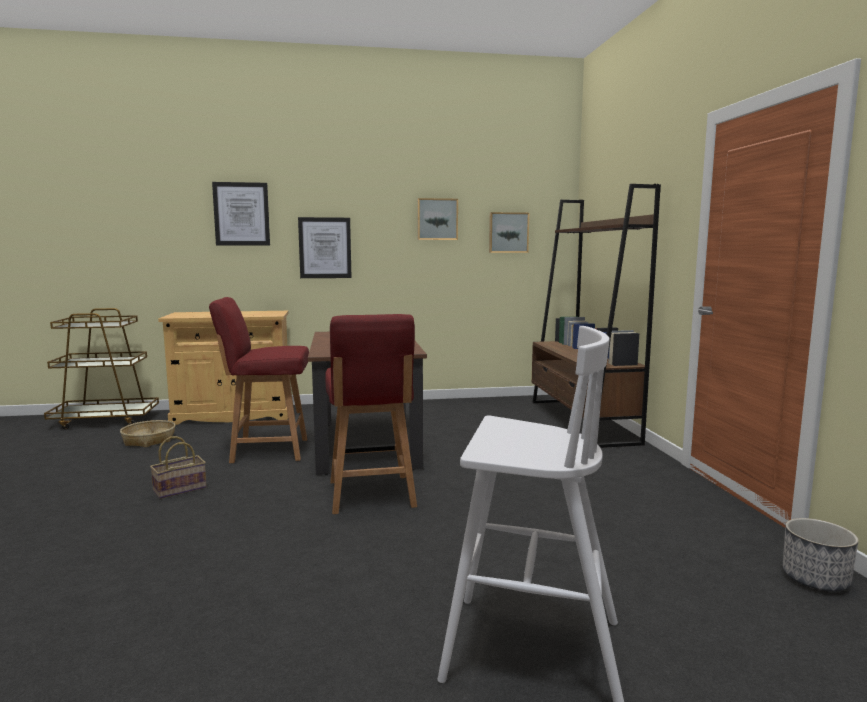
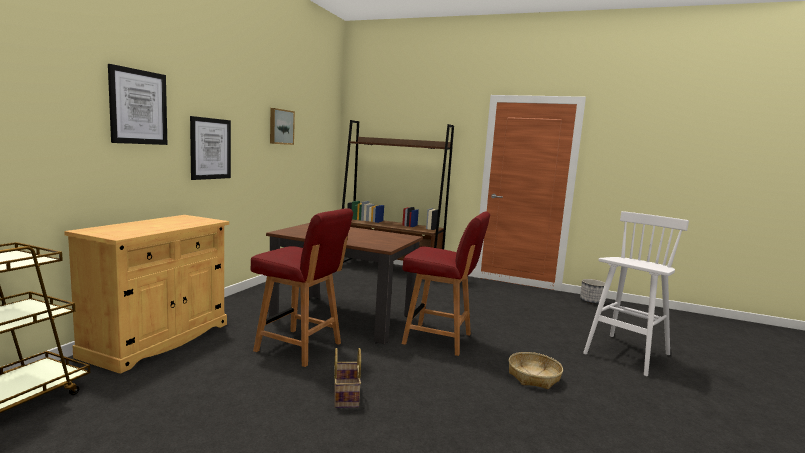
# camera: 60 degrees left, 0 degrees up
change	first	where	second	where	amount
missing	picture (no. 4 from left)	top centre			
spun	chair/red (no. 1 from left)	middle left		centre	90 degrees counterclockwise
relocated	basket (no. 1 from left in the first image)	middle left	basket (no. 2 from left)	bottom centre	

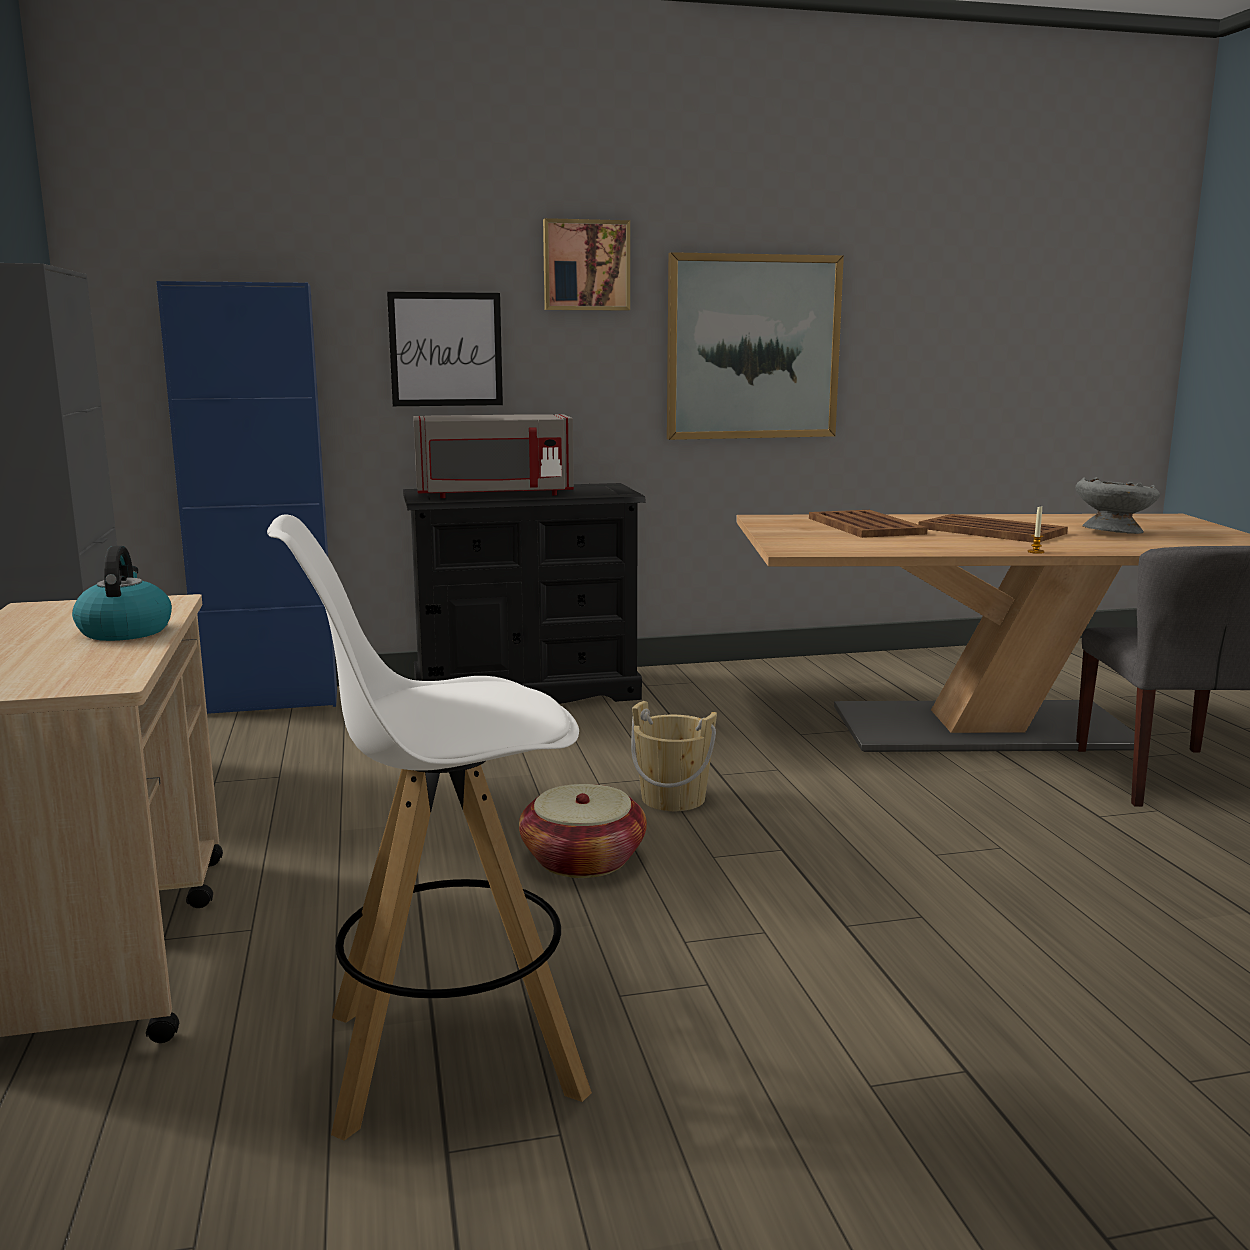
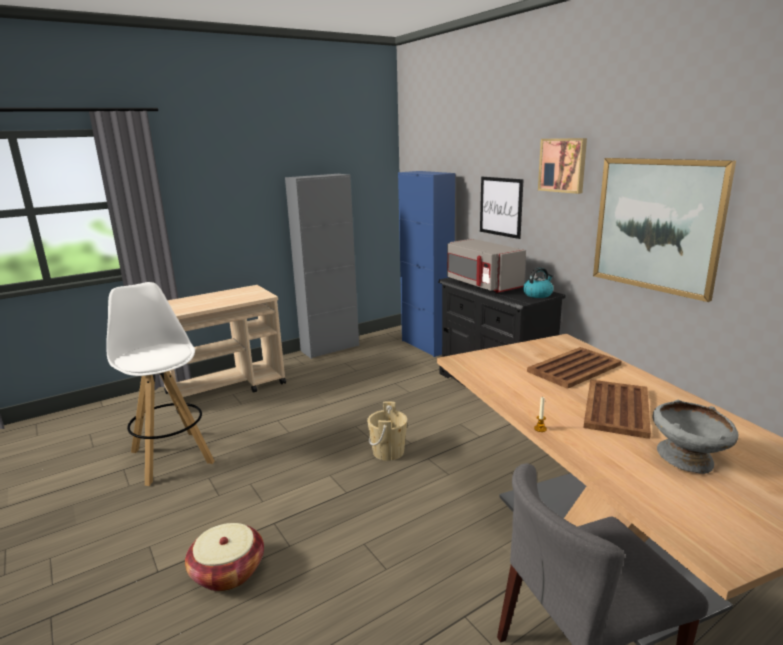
# camera: 70 degrees right, 5 degrees up
change	first	where	second	where	amount
relocated	kettle	middle left		middle right	
relocated	basket	centre		bottom left	

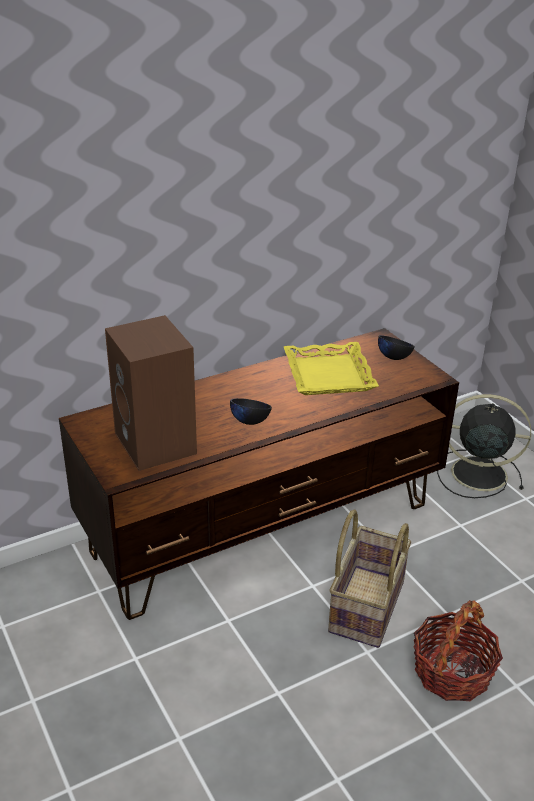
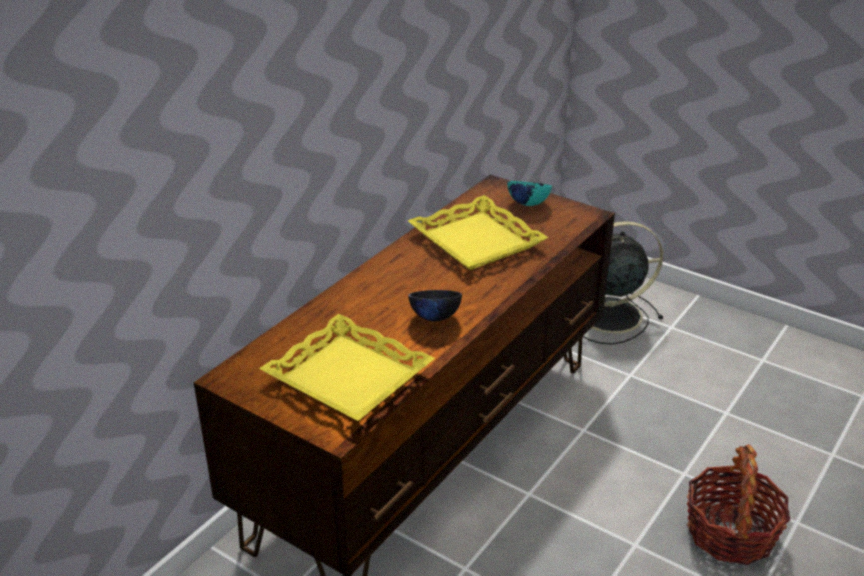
# camera: 25 degrees left, 0 degrees up
change	first	where	second	where	amount
exchanged	speaker/brown	middle left	tray/yellow (no. 1 from left)	centre	
colour	bowl/black (no. 2 from left)	middle right	bowl/turquoise	centre	
missing	basket (no. 1 from left)	bottom right			

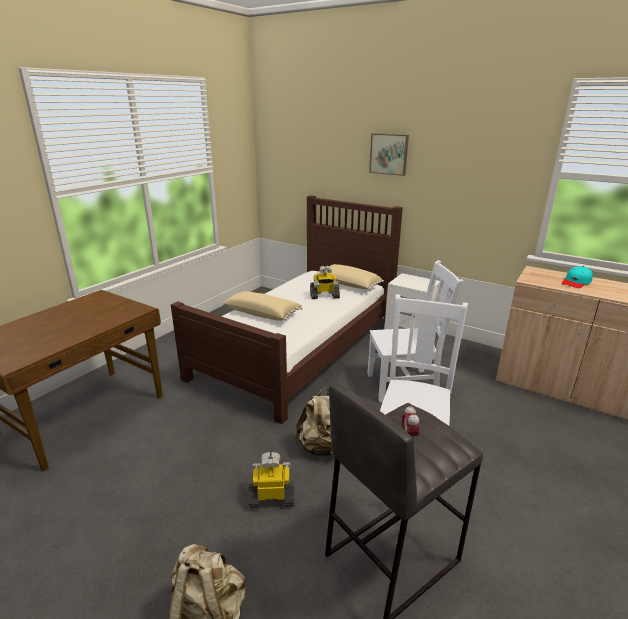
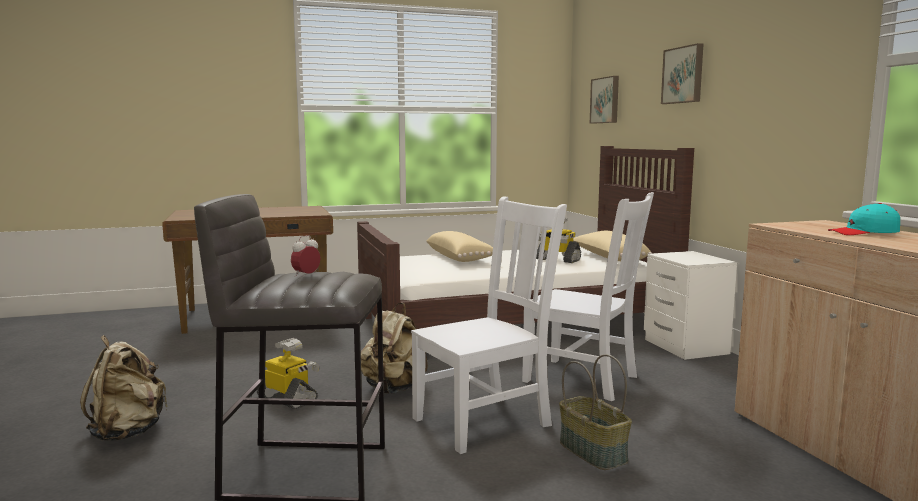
# camera: 40 degrees right, 15 degrees down
change	first	where	second	where	amount
appeared			picture (no. 1 from left)	top centre	
appeared			basket	bottom centre	

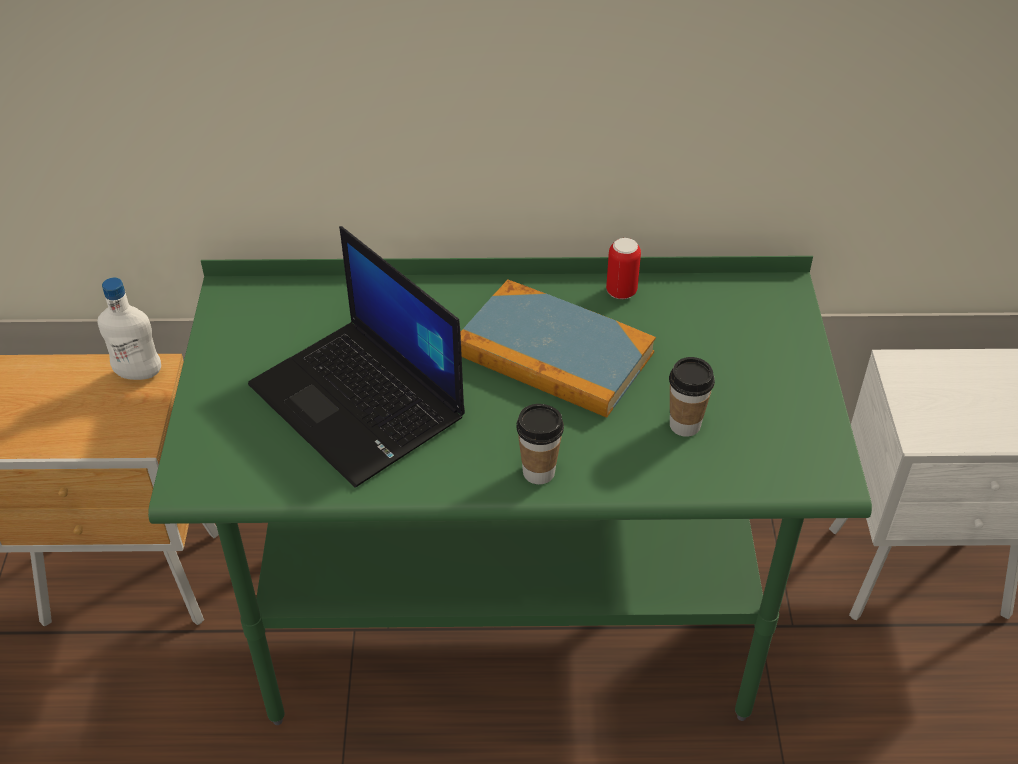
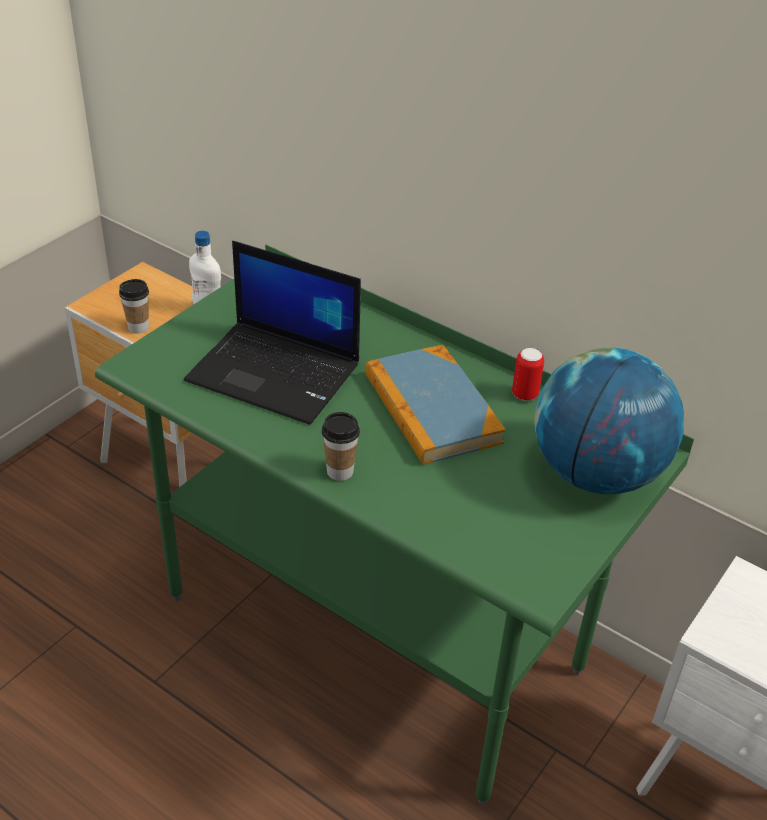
# camera: 35 degrees right, 5 degrees down
change	first	where	second	where	amount
spun	laptop	centre		centre	60 degrees counterclockwise
relocated	cup (no. 2 from left in the first image)	middle right	cup (no. 1 from left)	middle left	
appeared			globe	middle right	

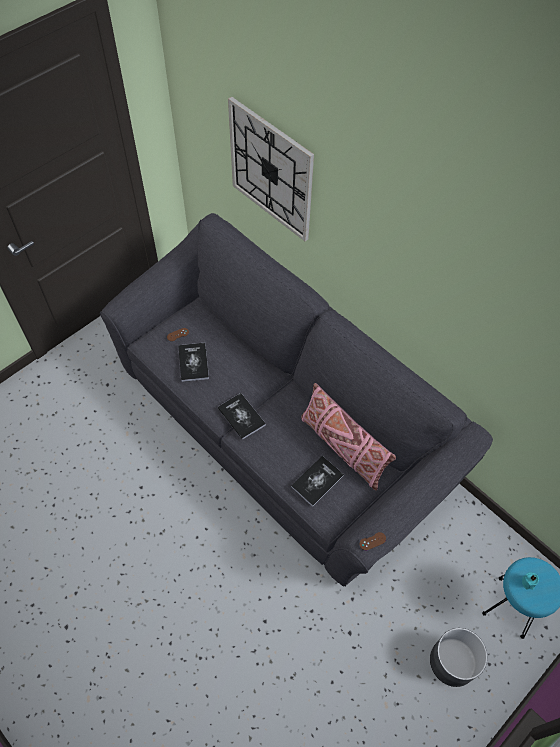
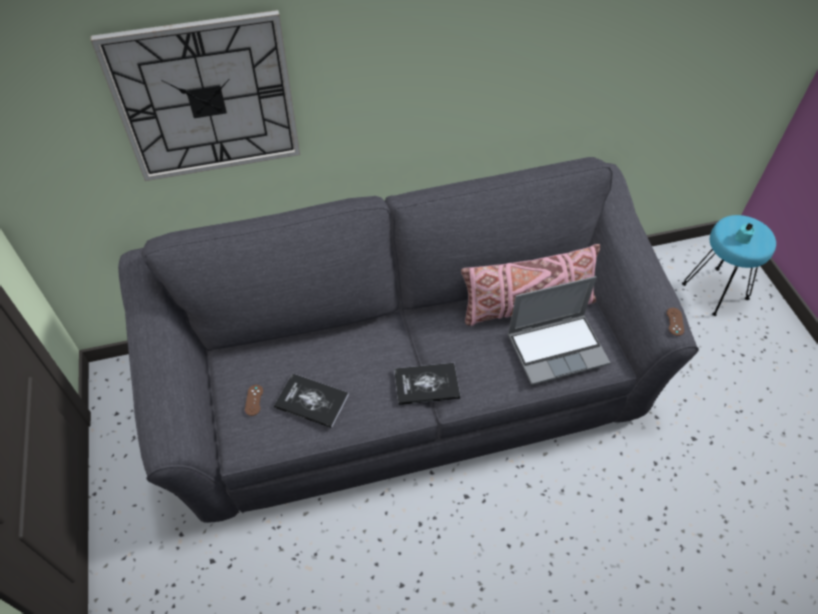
# camera: 60 degrees left, 5 degrees down
change	first	where	second	where	amount
exchanged	book (no. 3 from left)	centre	laptop	middle right	
missing	planter/grey	bottom right			

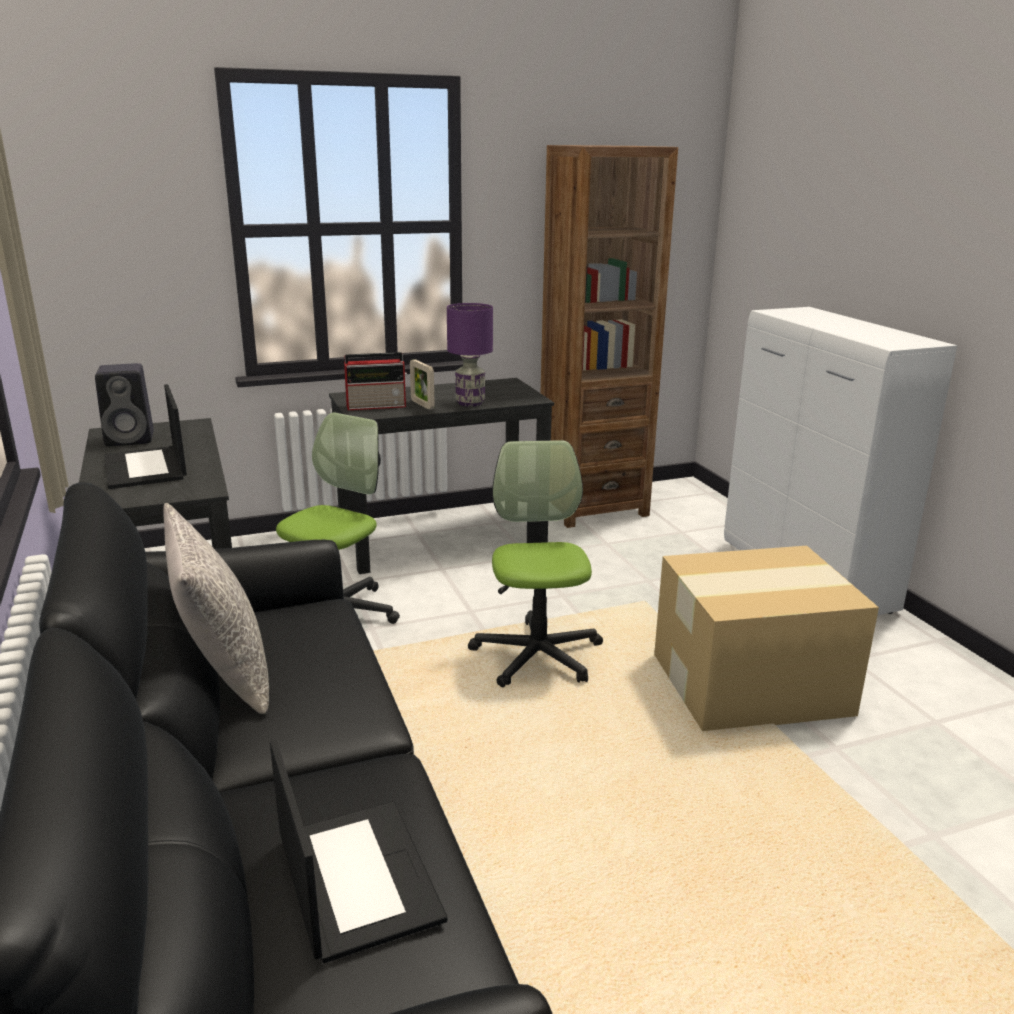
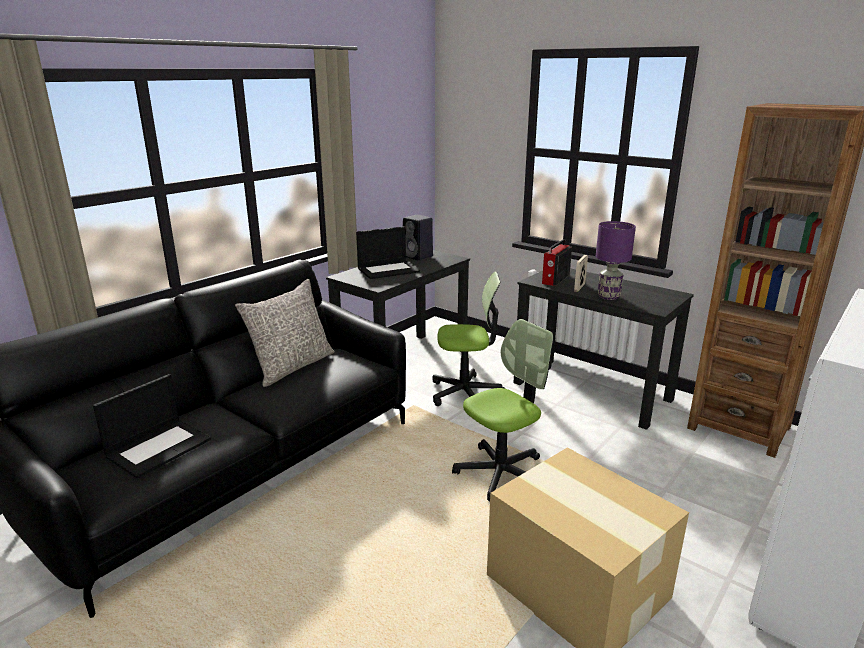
# camera: 60 degrees right, 0 degrees up
change	first	where	second	where	amount
spun	radio	centre		centre	75 degrees clockwise
spun	laptop (no. 1 from left in the first image)	middle left	laptop (no. 2 from left)	centre	150 degrees counterclockwise

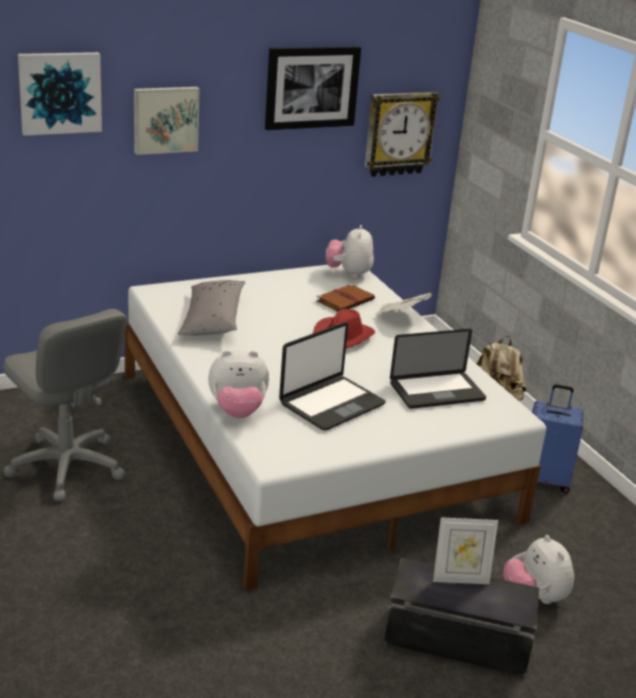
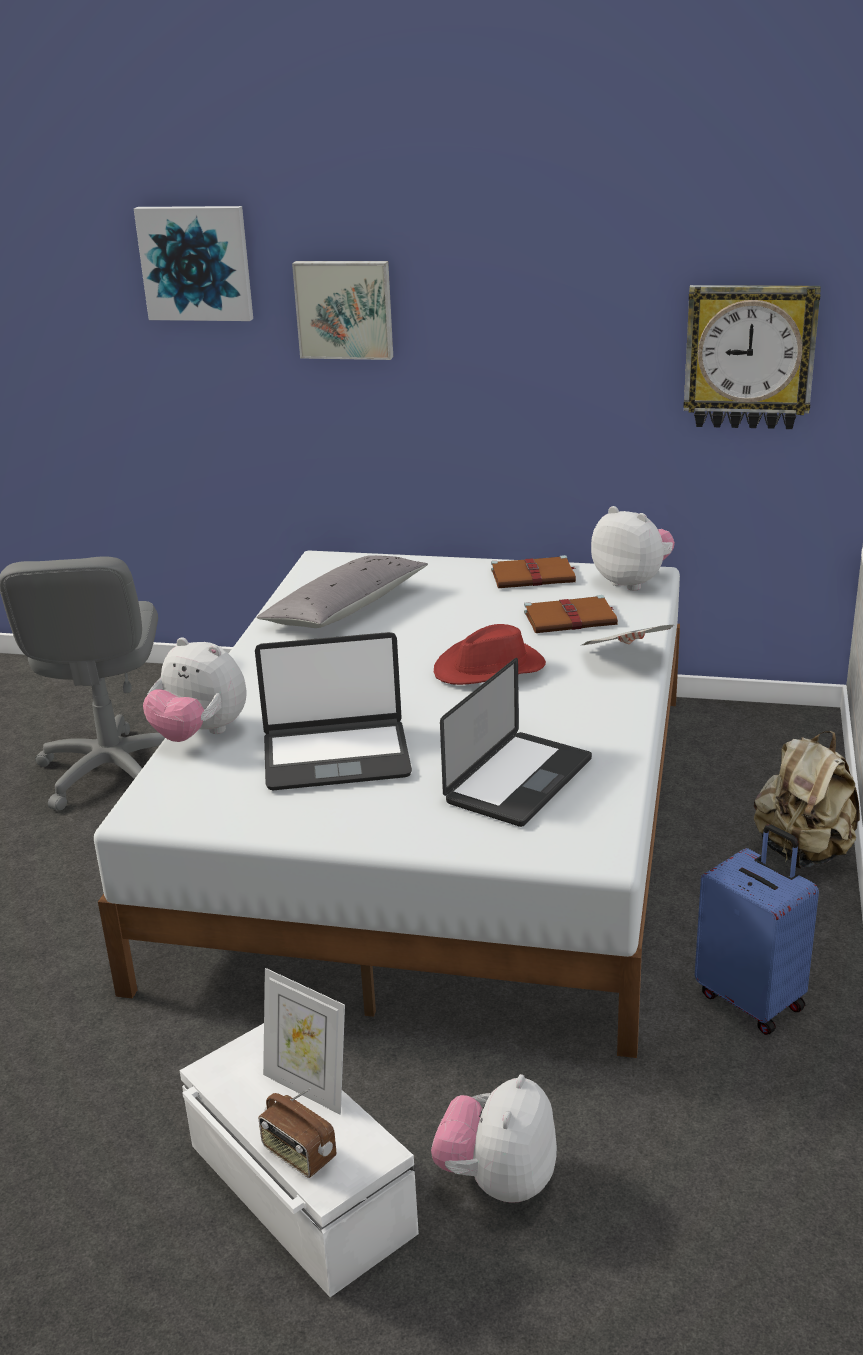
# camera: 40 degrees right, 0 degrees up
change	first	where	second	where	amount
missing	picture (no. 3 from left)	top centre			
spun	plush toy (no. 2 from left in the first image)	centre	plush toy (no. 3 from left)	middle right	90 degrees clockwise
spun	laptop (no. 2 from left)	middle right		centre	75 degrees counterclockwise
colour	storage box/black	bottom right	storage box/white	bottom centre	
appeared			book/brown (no. 1 from left)	centre	
appeared			radio	bottom centre	

